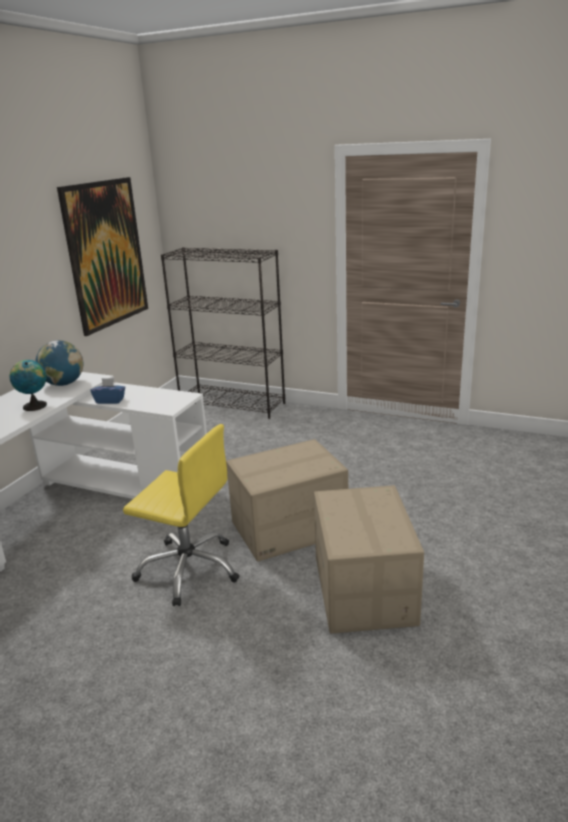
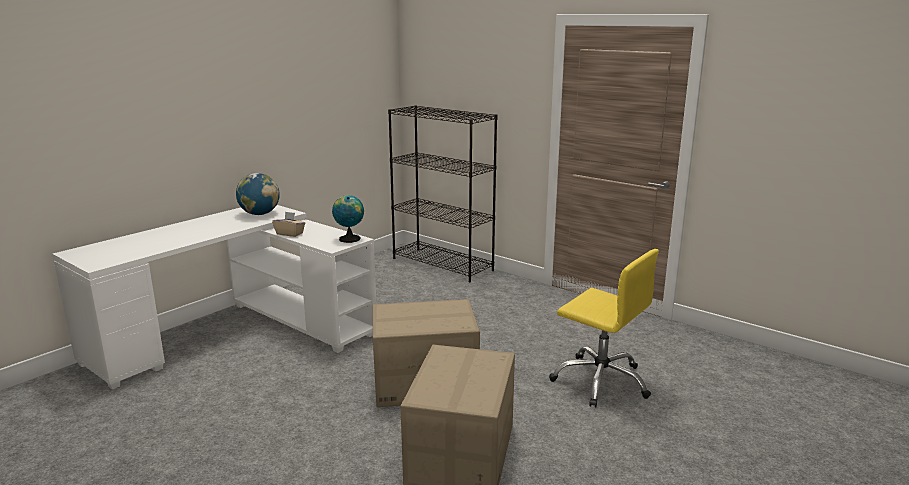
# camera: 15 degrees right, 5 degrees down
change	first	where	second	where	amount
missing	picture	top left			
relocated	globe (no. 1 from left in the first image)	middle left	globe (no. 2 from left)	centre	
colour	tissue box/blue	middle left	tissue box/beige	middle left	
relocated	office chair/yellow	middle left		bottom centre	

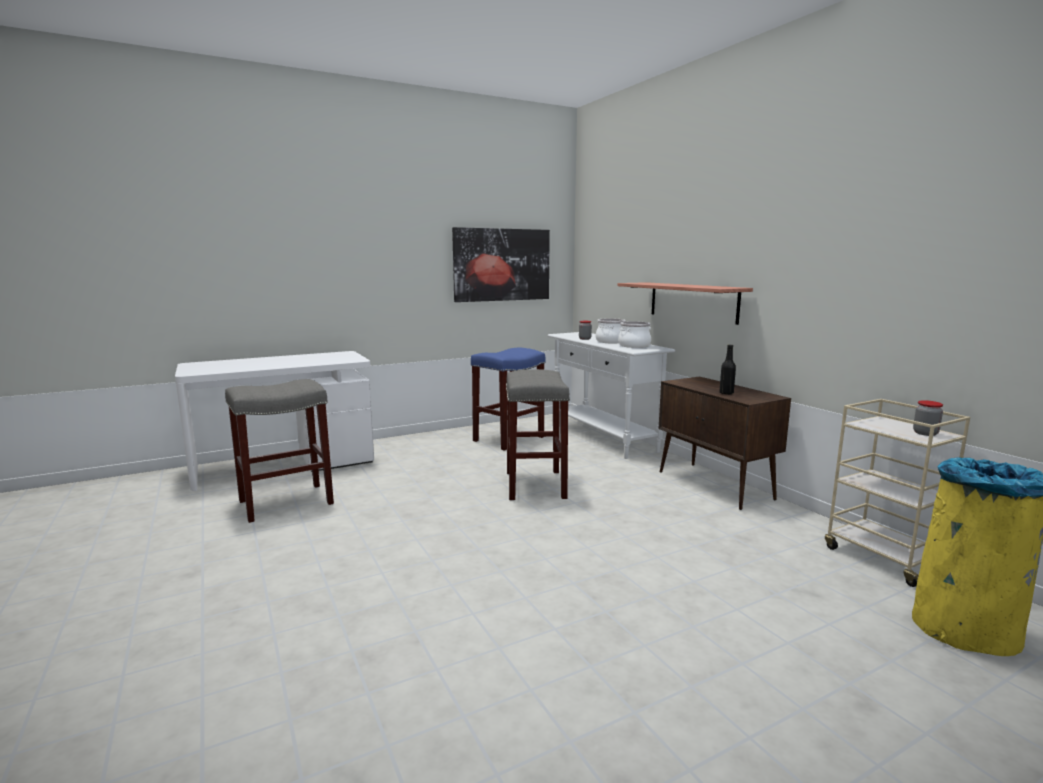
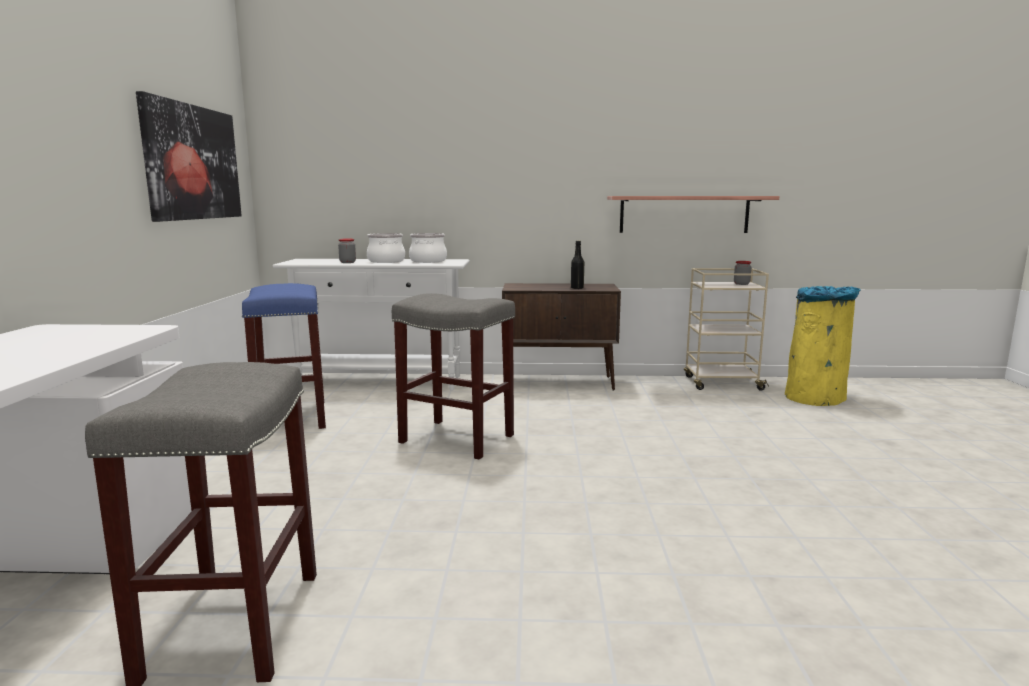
# camera: 60 degrees left, 0 degrees up
change	first	where	second	where	amount
relocated	shelf	centre		top right	

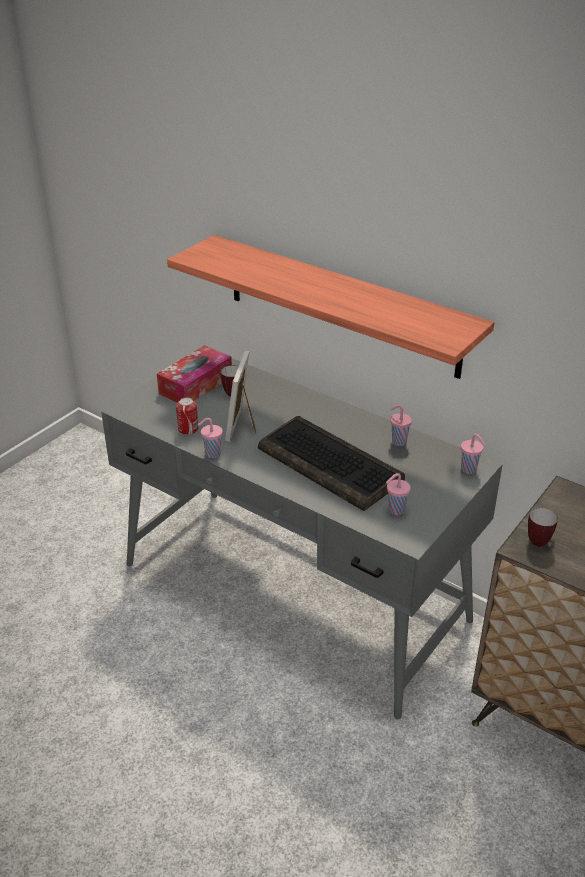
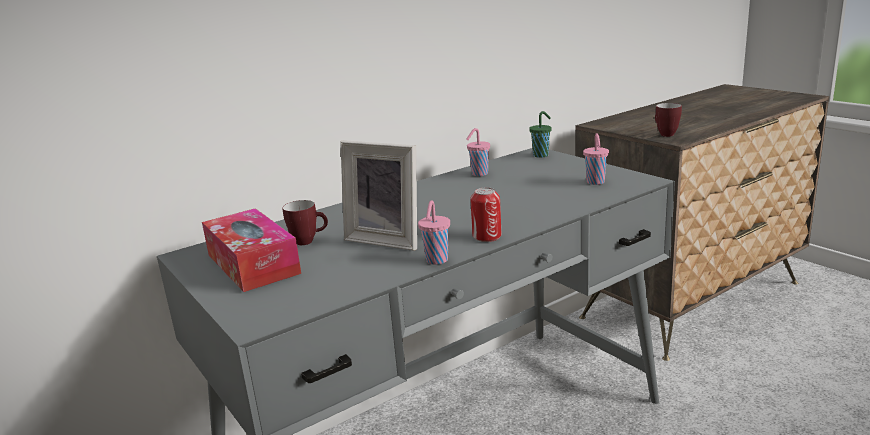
# camera: 70 degrees left, 15 degrees down
change	first	where	second	where	amount
missing	shelf	centre			
relocated	can	middle left		centre	
missing	keyboard	centre			
colour	cup/pink (no. 4 from left)	middle right	cup/green	top centre	

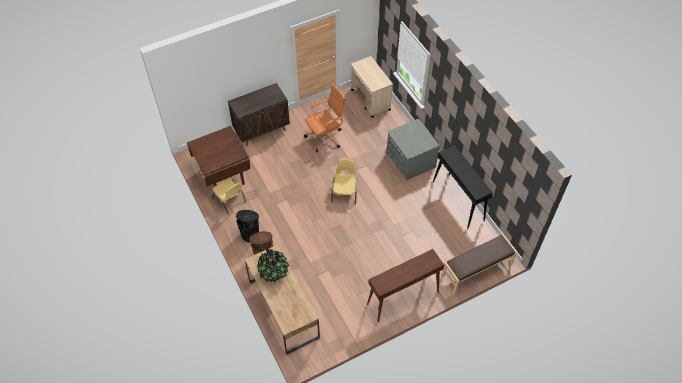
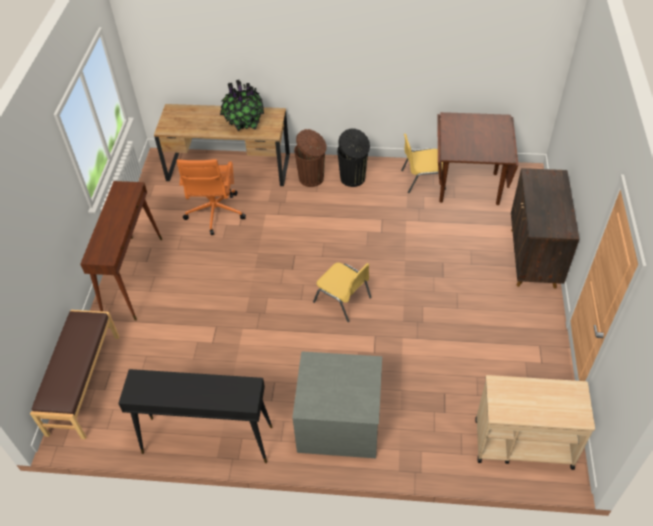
# camera: 125 degrees right, 5 degrees down
change	first	where	second	where	amount
relocated	office chair/orange	top centre		middle left	

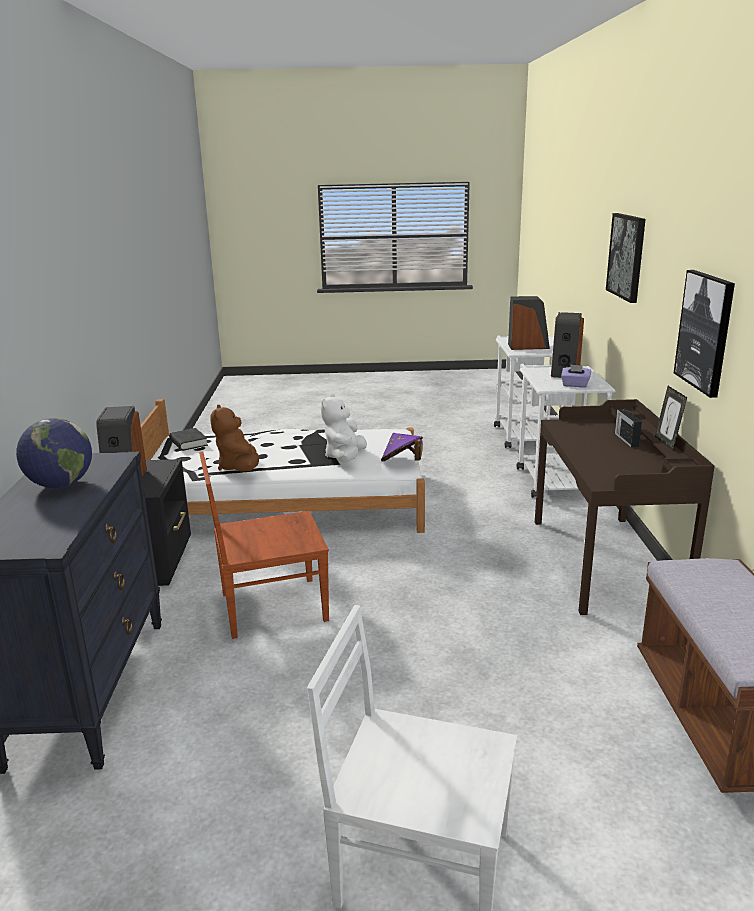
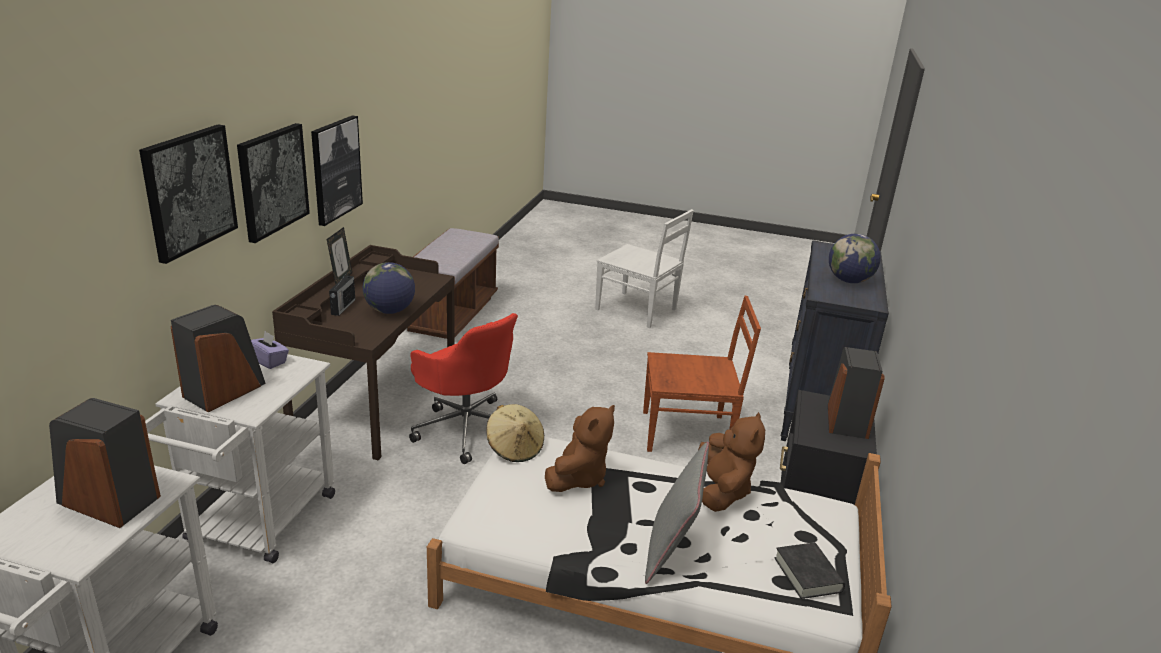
# camera: 165 degrees left, 5 degrees up
change	first	where	second	where	amount
colour	plush toy/white	centre	plush toy/brown (no. 1 from left)	bottom centre	
colour	hat/purple	centre	hat/beige	centre	
appeared			picture (no. 2 from left)	top left	
appeared			globe (no. 1 from left)	centre	
appeared			office chair/red	centre	
appeared			pillow/grey	bottom centre	

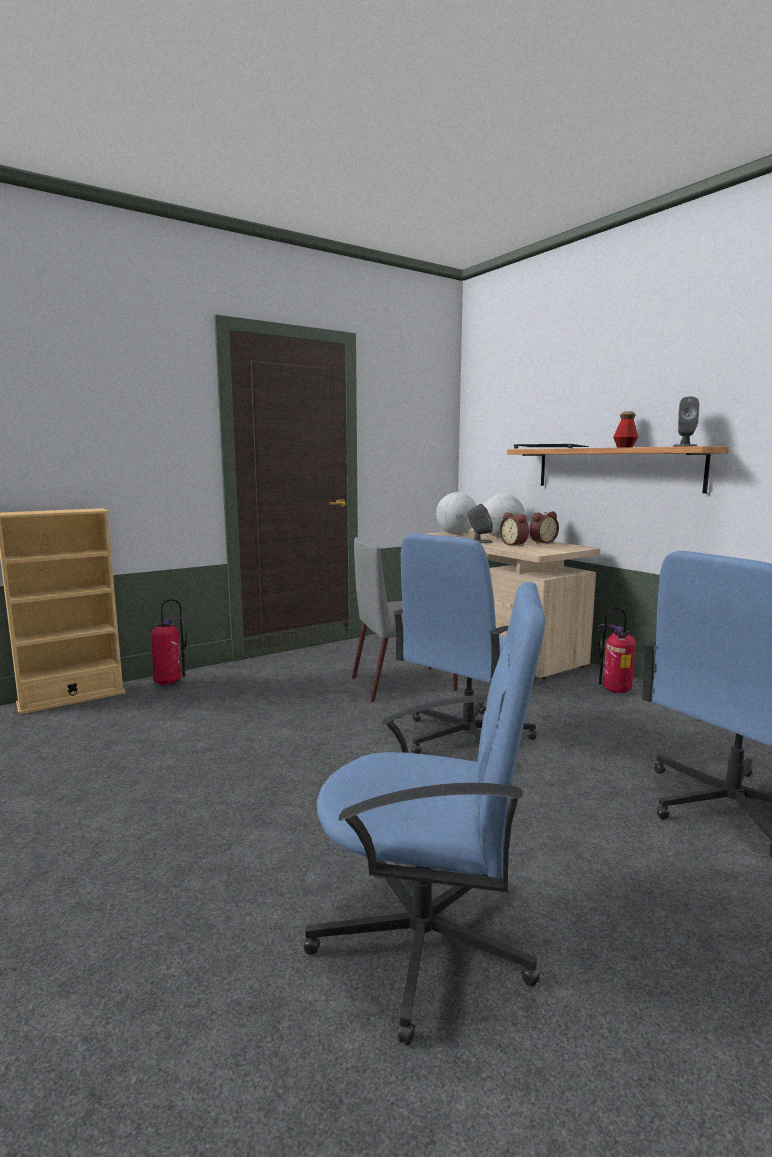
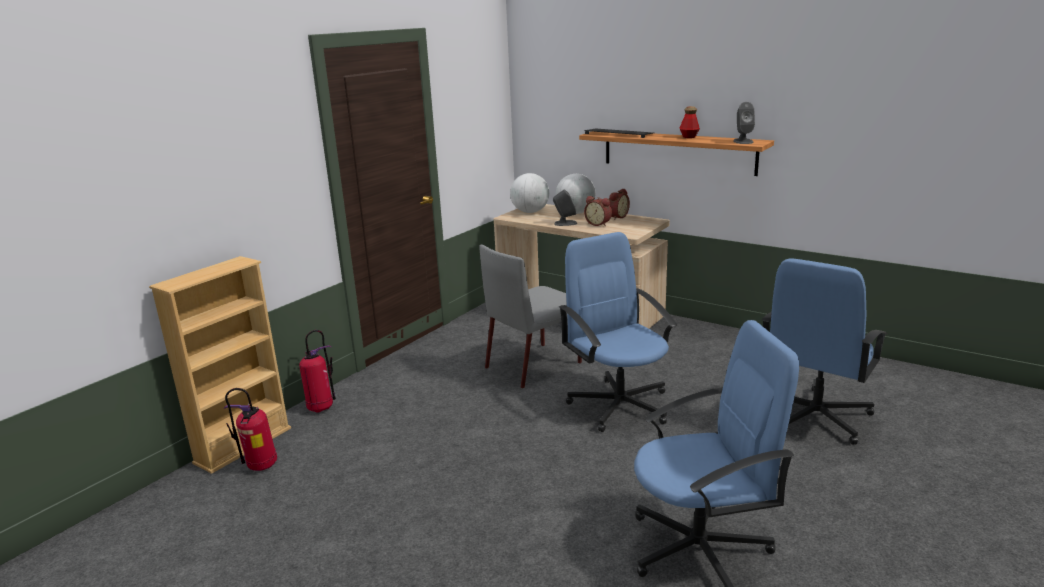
# camera: 20 degrees left, 10 degrees up
change	first	where	second	where	amount
spun	office chair/blue (no. 2 from left in the first image)	centre	office chair/blue (no. 1 from left)	centre	135 degrees clockwise
relocated	fire extinguisher (no. 2 from left in the first image)	middle right	fire extinguisher (no. 1 from left)	bottom left	

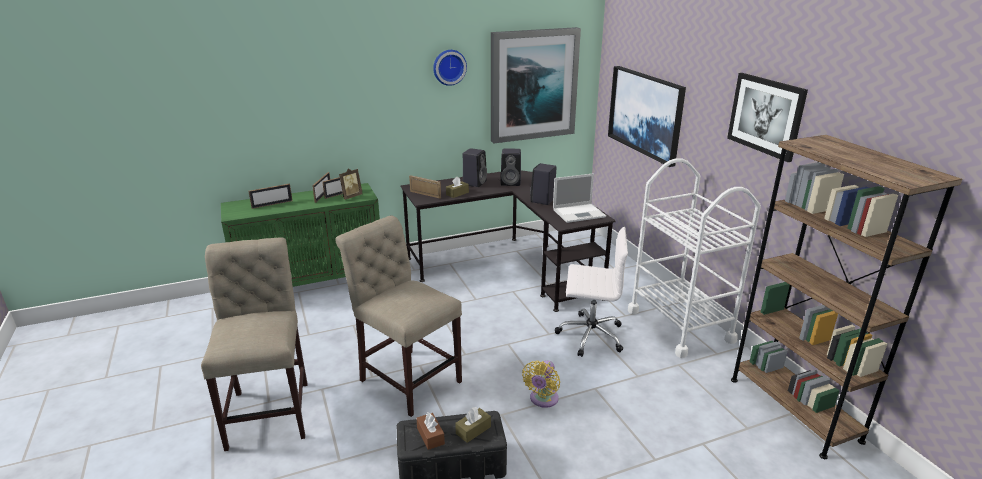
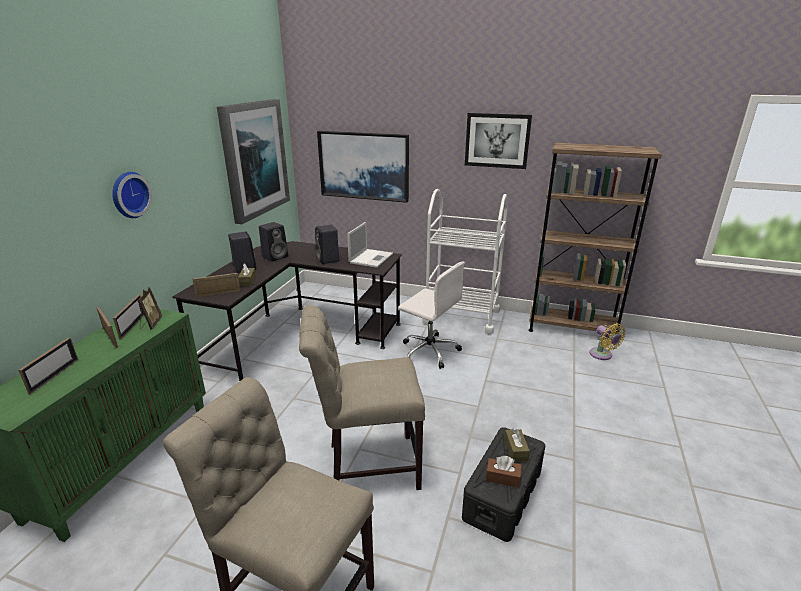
# camera: 50 degrees left, 0 degrees up
change	first	where	second	where	amount
relocated	wall clock	top centre		top left	
spun	office chair/white	centre		centre	75 degrees clockwise
relocated	fan/yellow	bottom centre		middle right	

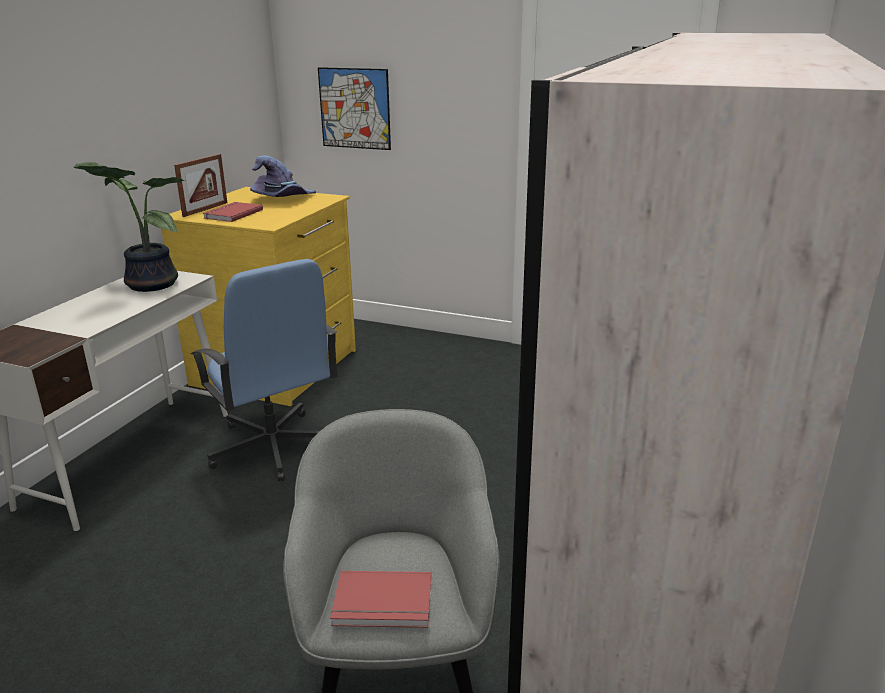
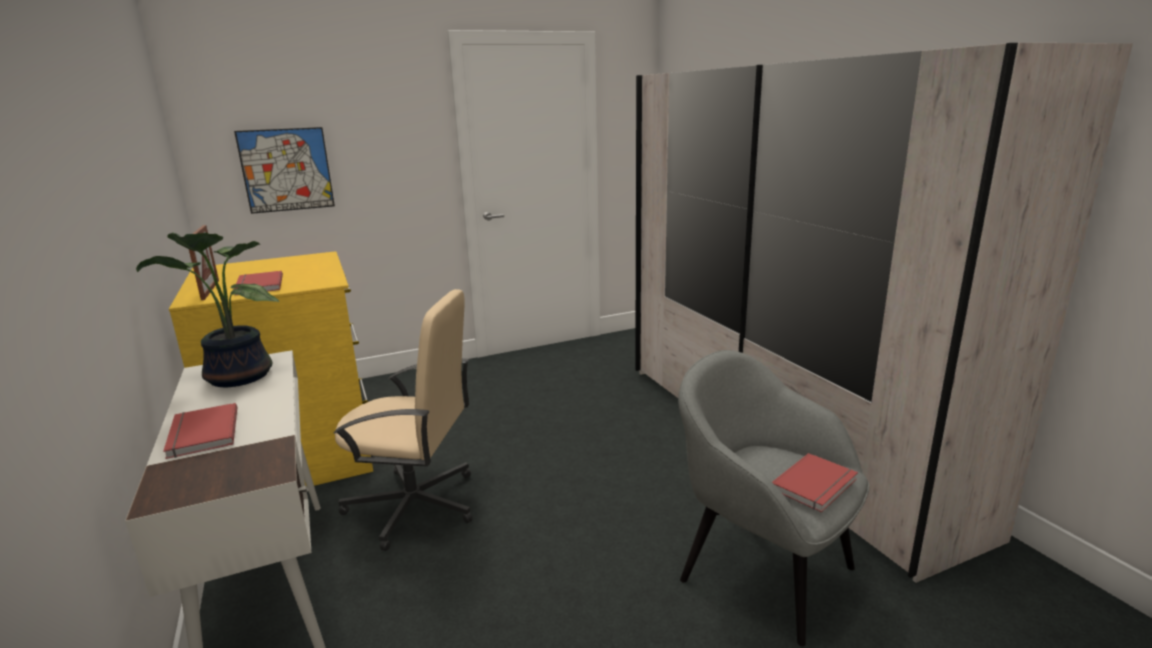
# camera: 45 degrees left, 5 degrees down
change	first	where	second	where	amount
missing	hat/purple	top left			
colour	office chair/blue	middle left	office chair/beige	centre	
appeared			book/red (no. 1 from left)	middle left	

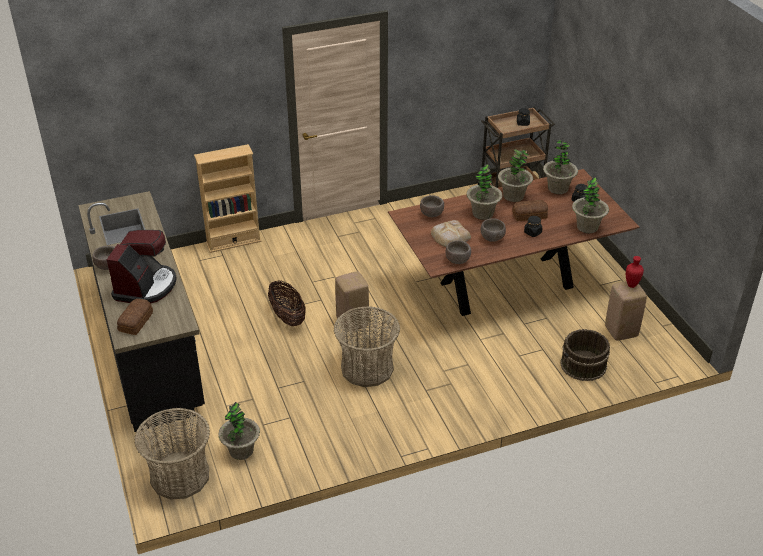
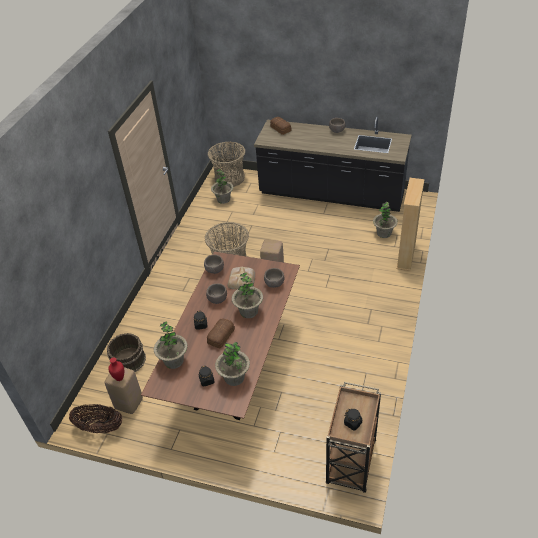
# camera: 130 degrees right, 5 degrees up
change	first	where	second	where	amount
relocated	potted plant (no. 3 from left in the first image)	top right	potted plant (no. 5 from left)	middle right	
missing	coffee machine	middle left			
relocated	basket (no. 2 from left in the first image)	centre	basket (no. 1 from left)	bottom left	

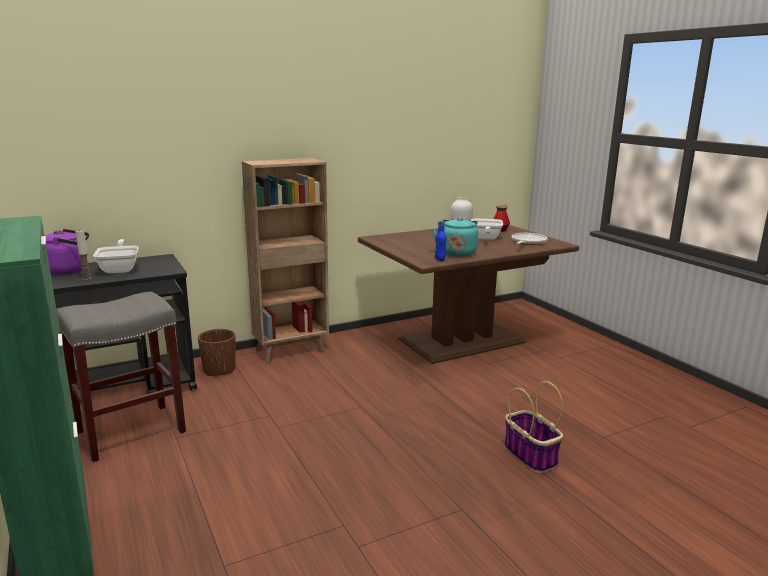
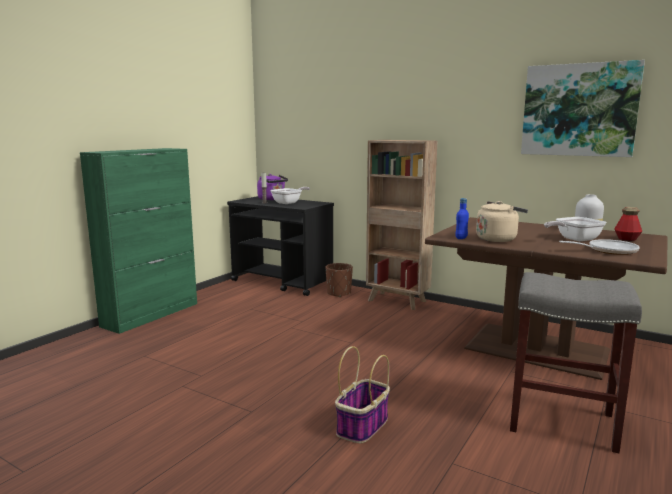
# camera: 60 degrees right, 5 degrees down
change	first	where	second	where	amount
colour	kettle/turquoise	centre	kettle/beige	middle right	
relocated	stool/grey	middle left		bottom right	
appeared			picture	top right	

